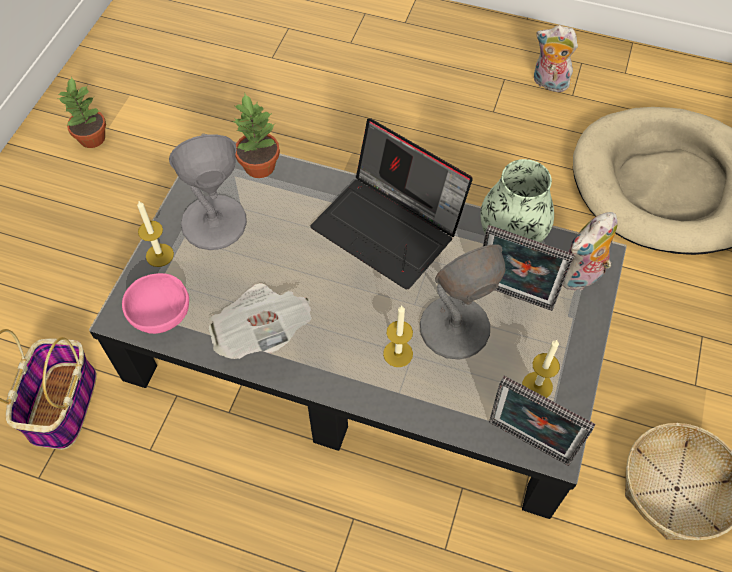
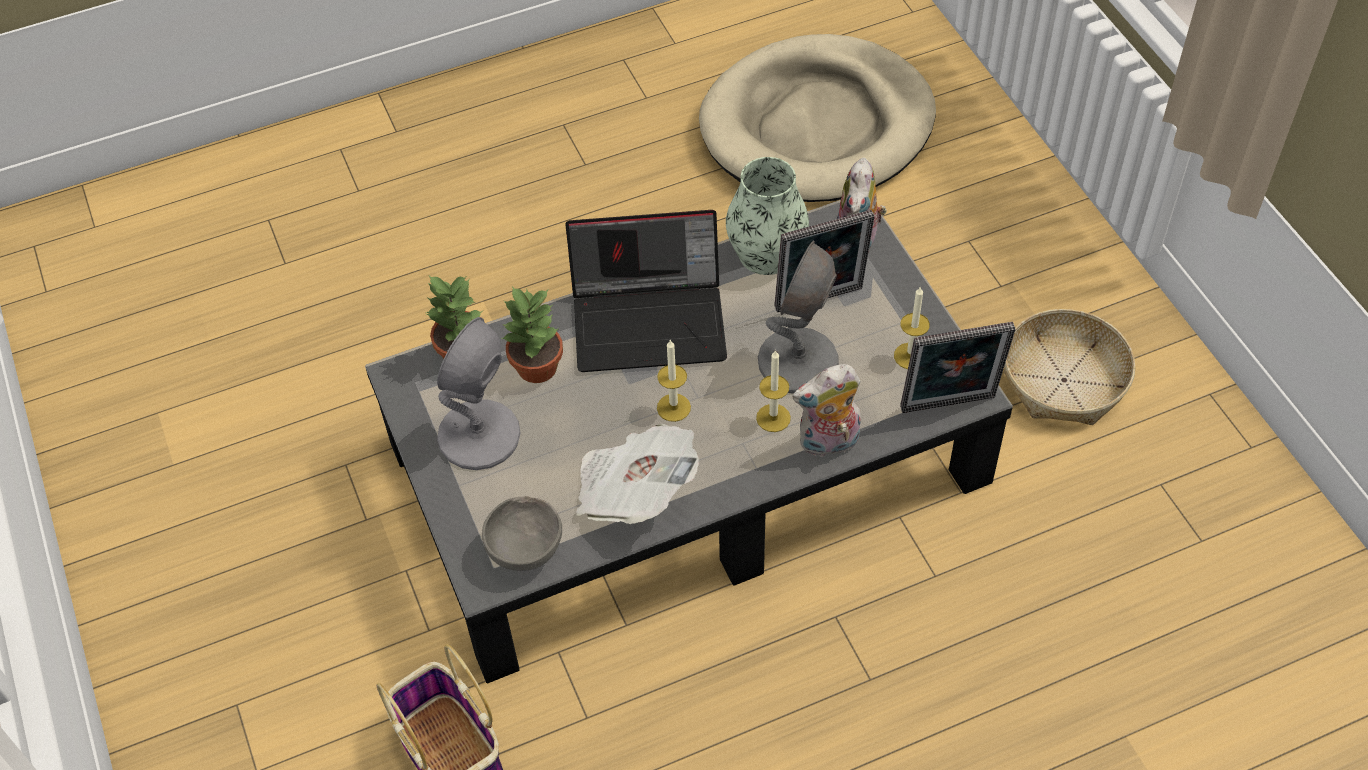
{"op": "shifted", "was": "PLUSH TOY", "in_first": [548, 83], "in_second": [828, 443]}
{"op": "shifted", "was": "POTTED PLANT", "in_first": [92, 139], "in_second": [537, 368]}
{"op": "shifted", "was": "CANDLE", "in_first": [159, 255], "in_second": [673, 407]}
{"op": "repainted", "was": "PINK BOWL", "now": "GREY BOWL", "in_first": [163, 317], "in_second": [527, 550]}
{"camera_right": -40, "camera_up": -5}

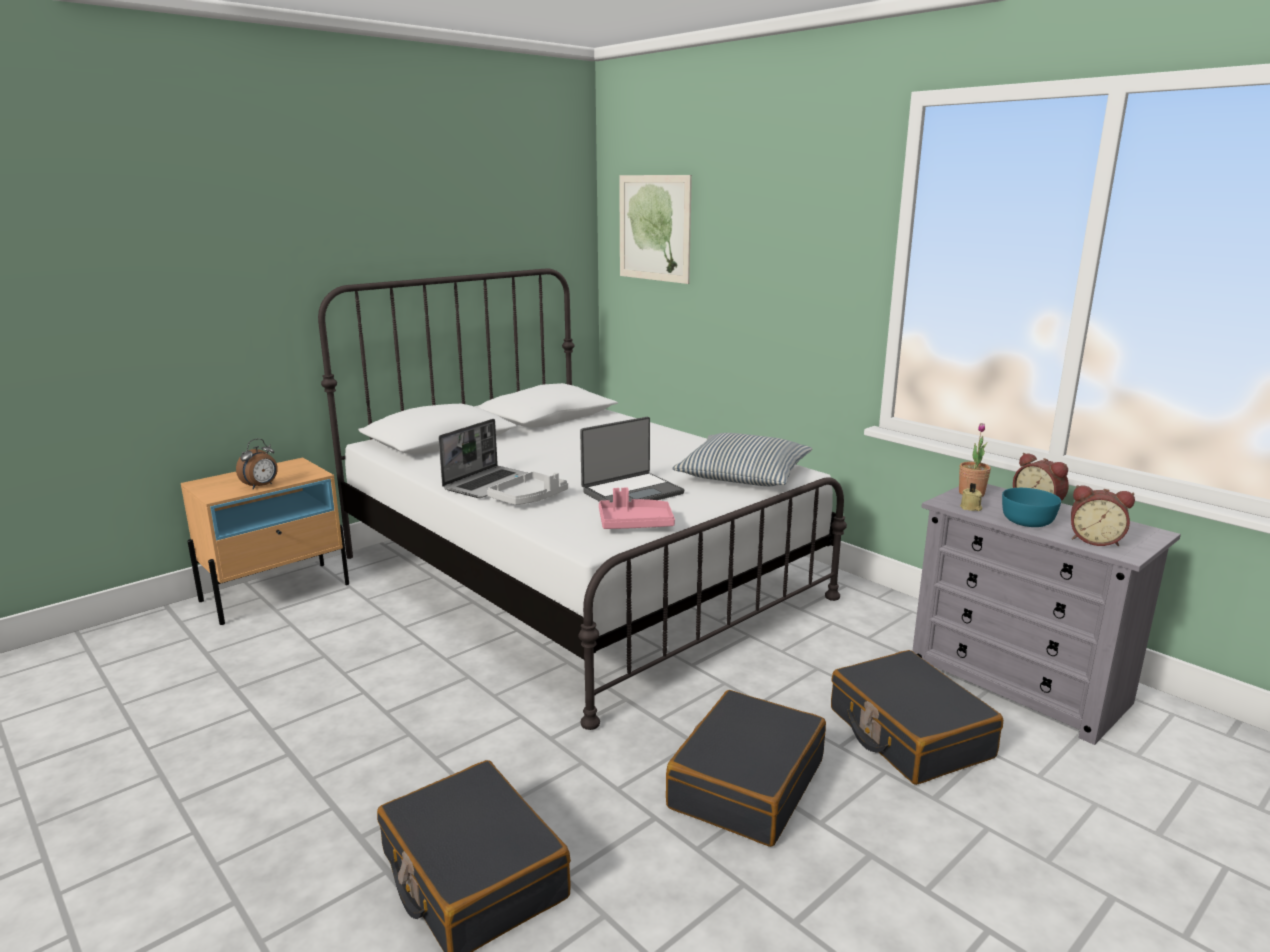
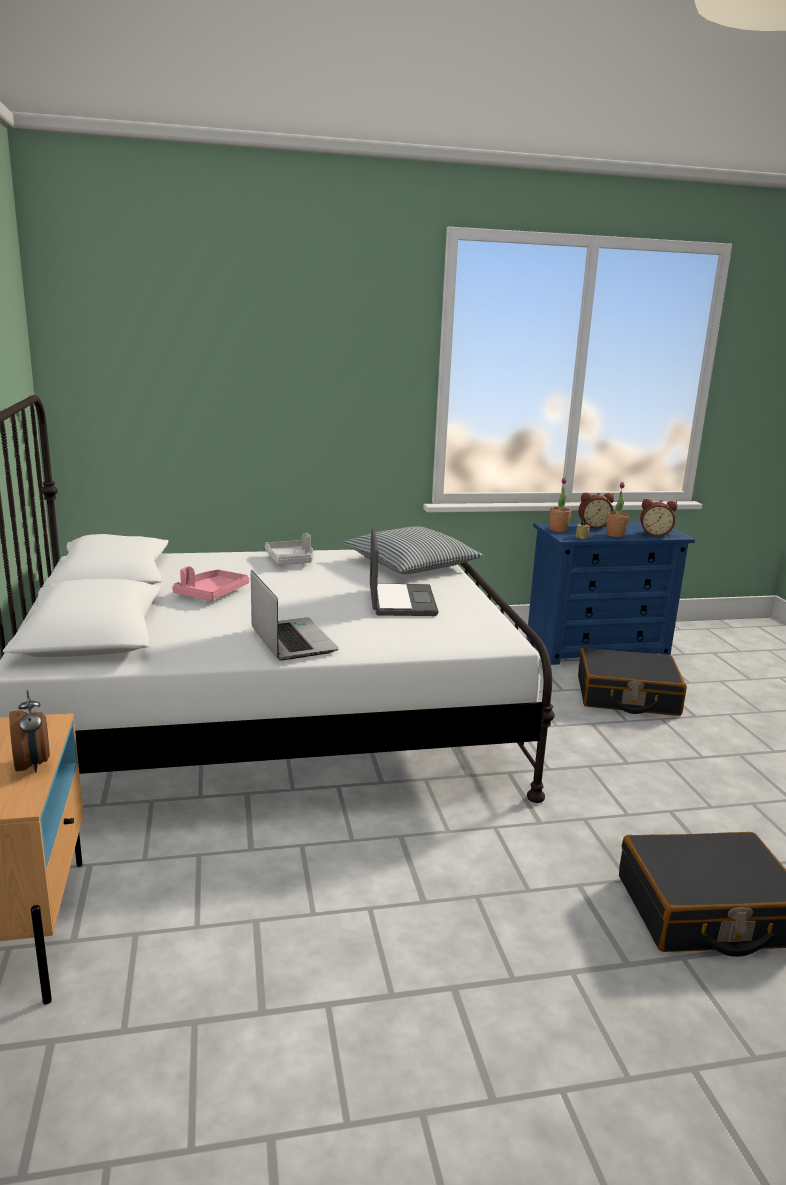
{"op": "gone", "was": "PICTURE", "in_first": [654, 228]}
{"op": "shifted", "was": "GREY TRAY", "in_first": [529, 498], "in_second": [291, 560]}
{"op": "repainted", "was": "GREY DRESSER", "now": "BLUE DRESSER", "in_first": [1019, 683], "in_second": [597, 648]}
{"op": "rotated", "was": "ALARM CLOCK", "in_first": [1095, 540], "in_second": [654, 534], "clockwise": 45}
{"op": "shifted", "was": "PINK TRAY", "in_first": [635, 524], "in_second": [211, 593]}
{"op": "swapped", "was": "TURQUOISE BOWL", "now": "POTTED PLANT", "in_first": [1027, 521], "in_second": [615, 535]}
{"op": "gone", "was": "BLACK SUITCASE", "in_first": [745, 783]}
{"camera_right": -60, "camera_up": 0}

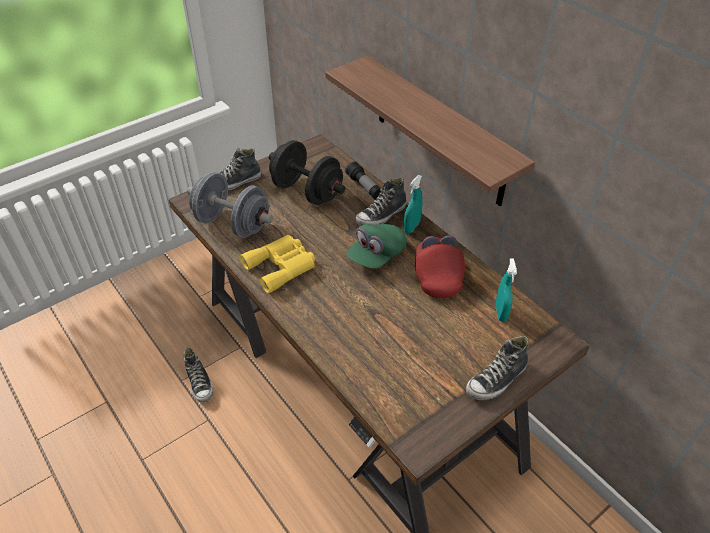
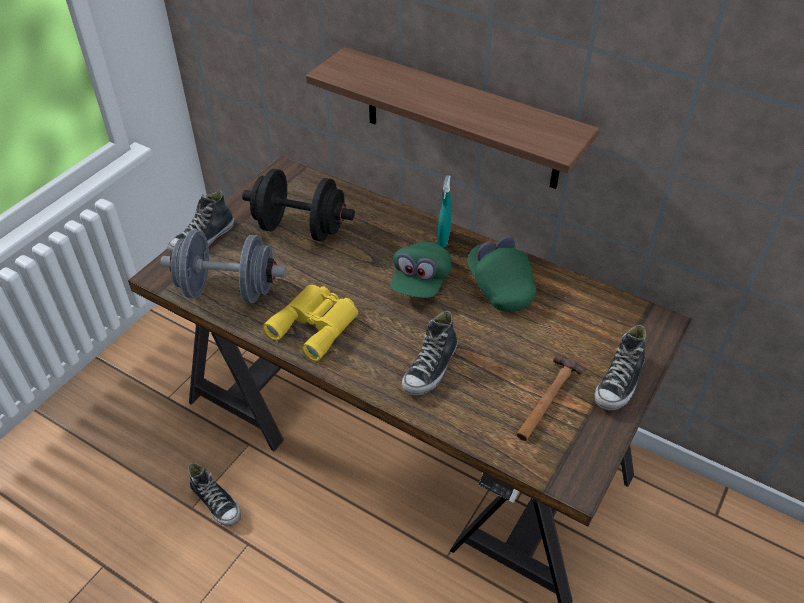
{"op": "gone", "was": "FLASHLIGHT", "in_first": [364, 187]}
{"op": "shifted", "was": "SHOE", "in_first": [381, 215], "in_second": [431, 369]}
{"op": "repainted", "was": "RED CAP", "now": "GREEN CAP", "in_first": [437, 275], "in_second": [499, 286]}
{"op": "gone", "was": "TURQUOISE SPRAY BOTTLE", "in_first": [501, 312]}
{"op": "new", "now": "HAMMER", "in_second": [546, 400]}
{"camera_right": -20, "camera_up": 0}

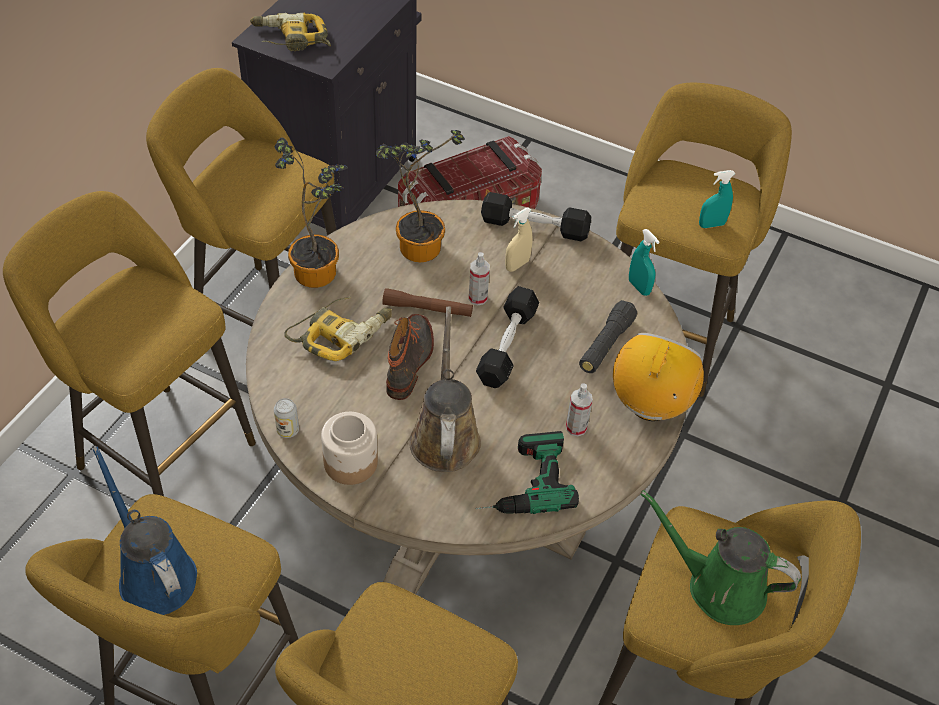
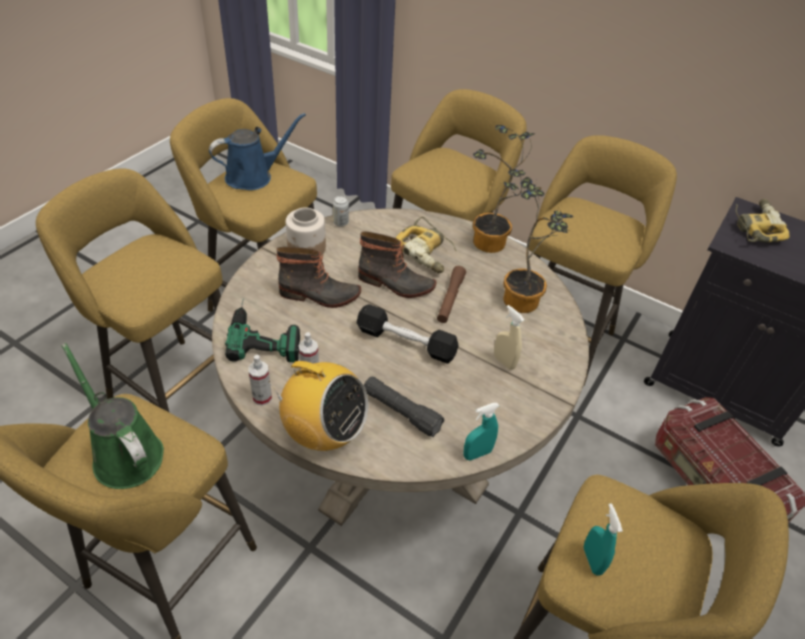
{"op": "gone", "was": "BLACK DUMBBELL", "in_first": [534, 227]}
{"op": "shifted", "was": "SPRAY BOTTLE", "in_first": [478, 298], "in_second": [262, 397]}
{"op": "swapped", "was": "BROWN WATERING CAN", "now": "BOOT", "in_first": [444, 435], "in_second": [319, 296]}
{"op": "rotated", "was": "GREEN WATERING CAN", "in_first": [718, 586], "in_second": [125, 453], "clockwise": -75}
{"camera_right": 95, "camera_up": -5}

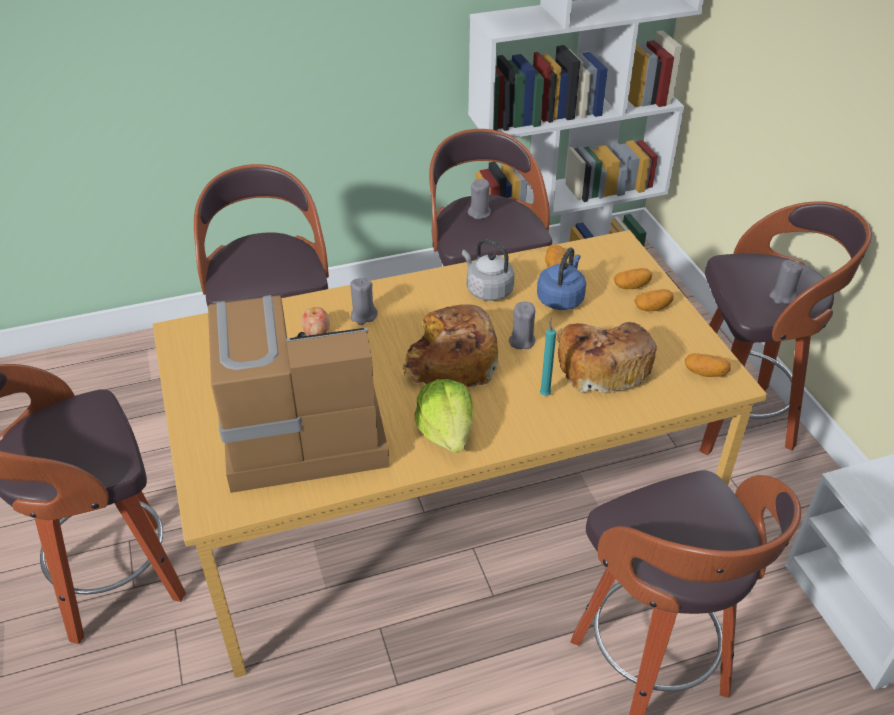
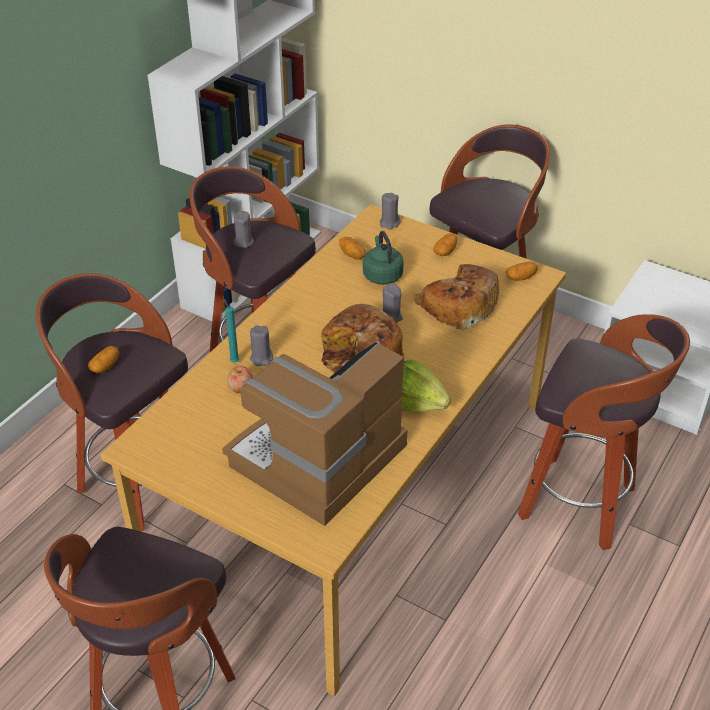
{"op": "gone", "was": "GREY KETTLE", "in_first": [487, 290]}
{"op": "repainted", "was": "BLUE KETTLE", "now": "GREEN KETTLE", "in_first": [561, 298], "in_second": [382, 275]}
{"op": "shifted", "was": "GREY CANDLE", "in_first": [782, 297], "in_second": [389, 223]}
{"op": "shifted", "was": "POTATO", "in_first": [631, 286], "in_second": [105, 366]}
{"op": "shifted", "was": "TURQUOISE CANDLE", "in_first": [545, 393], "in_second": [234, 361]}
{"camera_right": -40, "camera_up": 0}

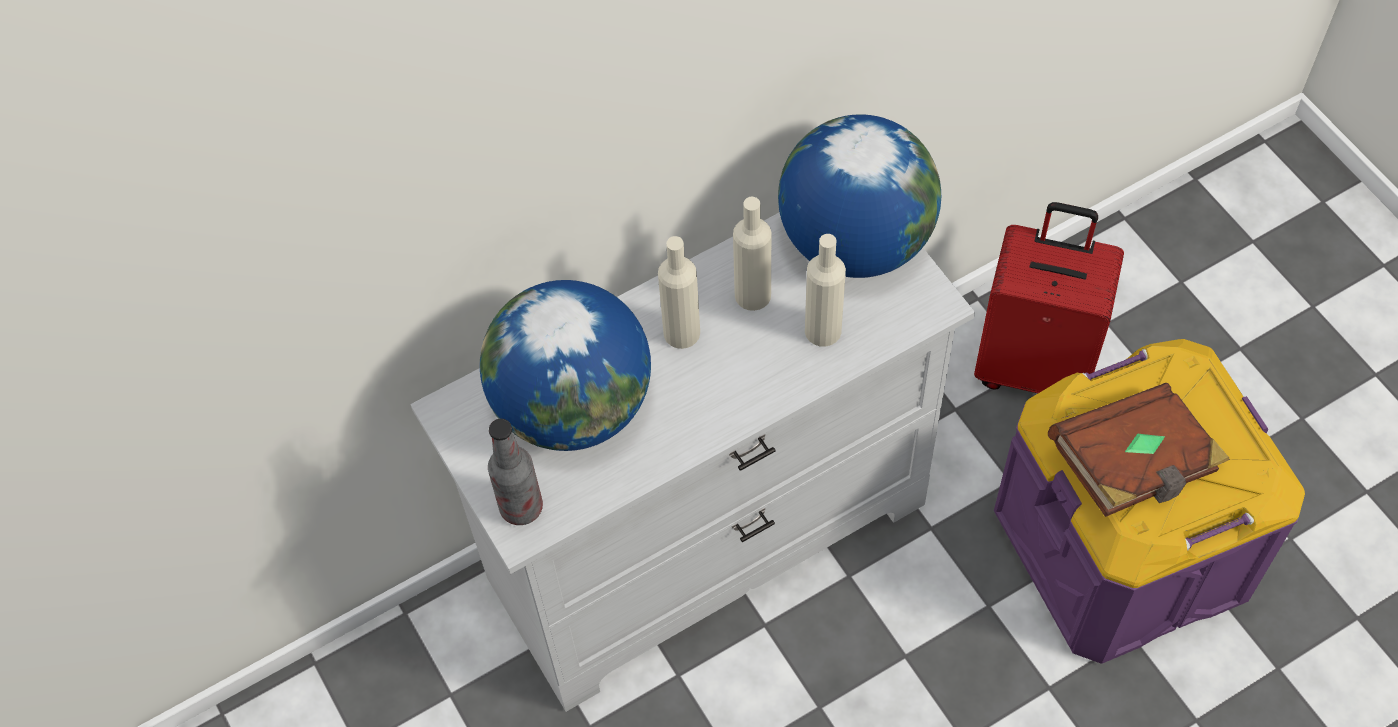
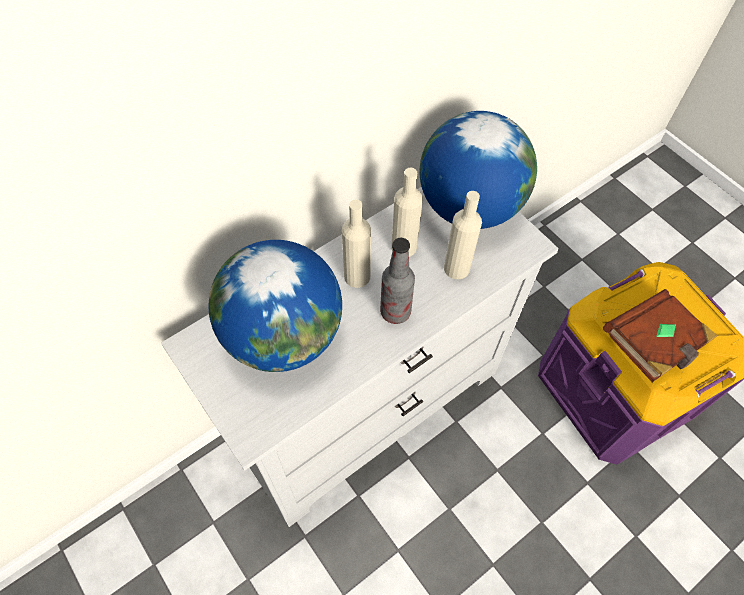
{"op": "gone", "was": "RED SUITCASE", "in_first": [1036, 365]}
{"op": "shifted", "was": "BOTTLE", "in_first": [521, 507], "in_second": [395, 312]}
{"camera_right": -10, "camera_up": 0}

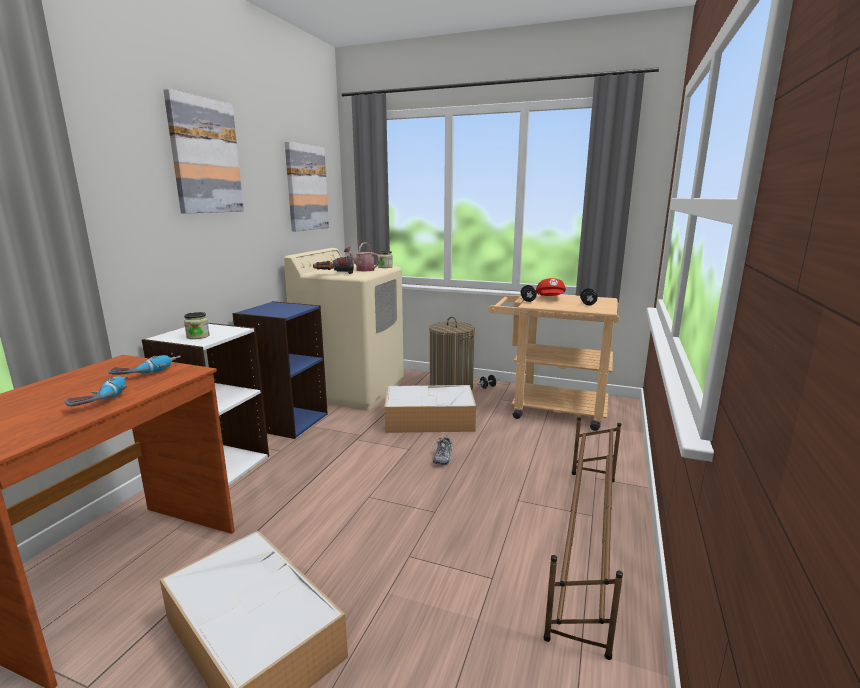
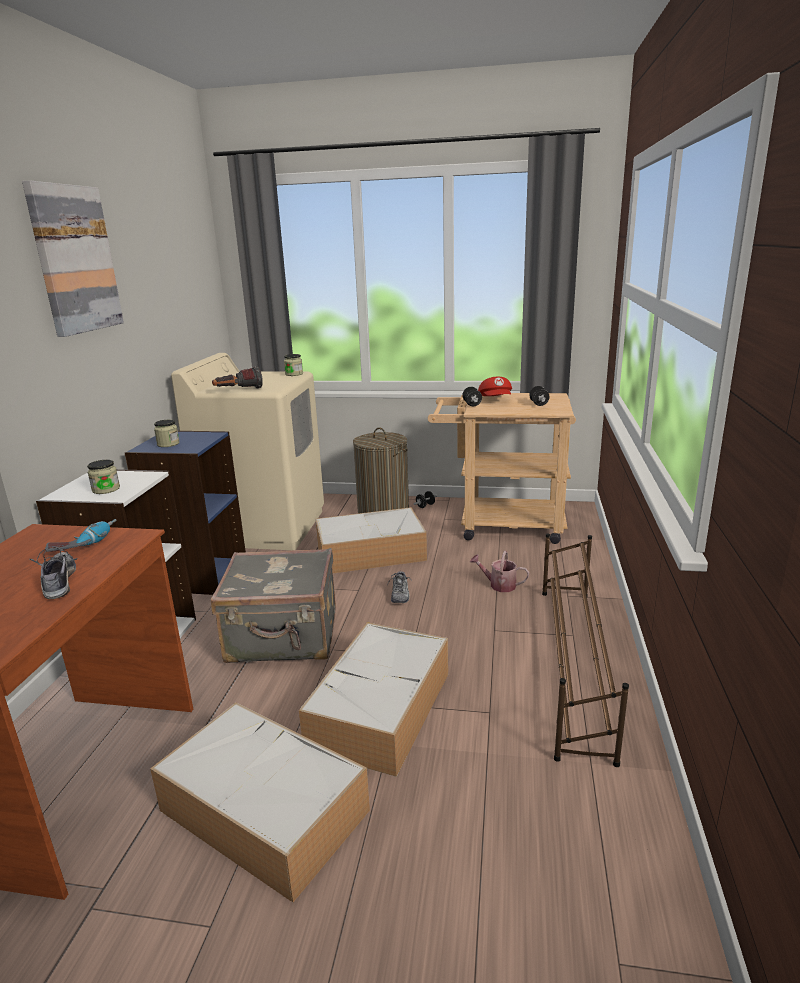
{"op": "gone", "was": "PICTURE", "in_first": [306, 188]}
{"op": "shifted", "was": "WATERING CAN", "in_first": [363, 269], "in_second": [499, 585]}
{"op": "swapped", "was": "POWER DRILL", "now": "SHOE", "in_first": [103, 398], "in_second": [59, 582]}
{"op": "new", "now": "JAR", "in_second": [168, 444]}
{"op": "new", "now": "GREY SUITCASE", "in_second": [283, 637]}
{"op": "new", "now": "STORAGE BOX", "in_second": [380, 711]}
{"camera_right": -10, "camera_up": 5}

